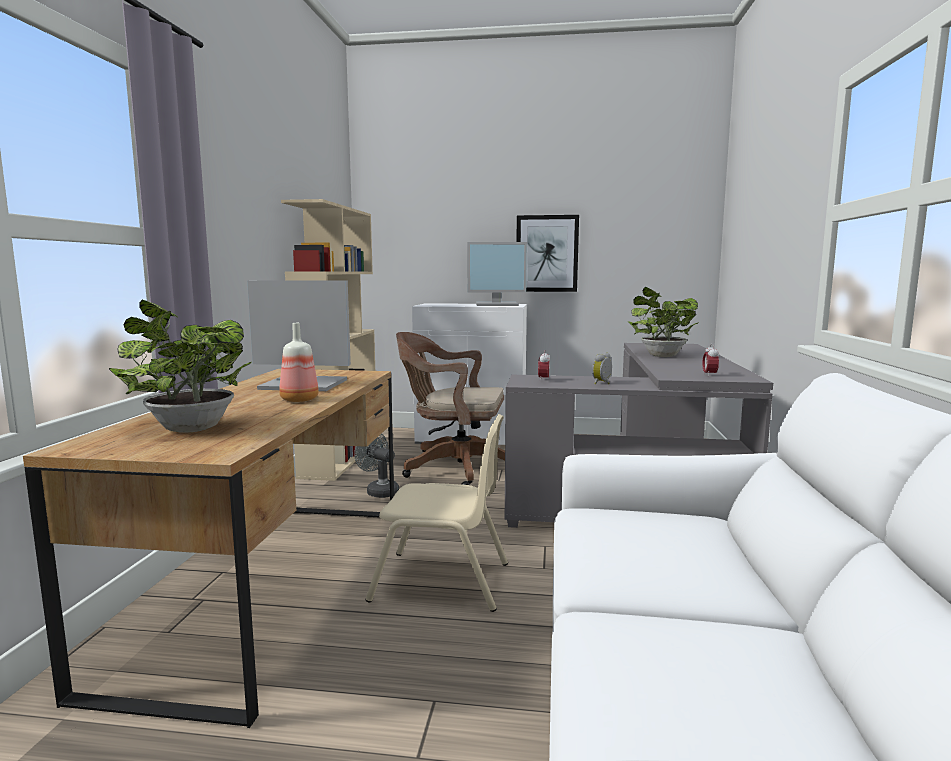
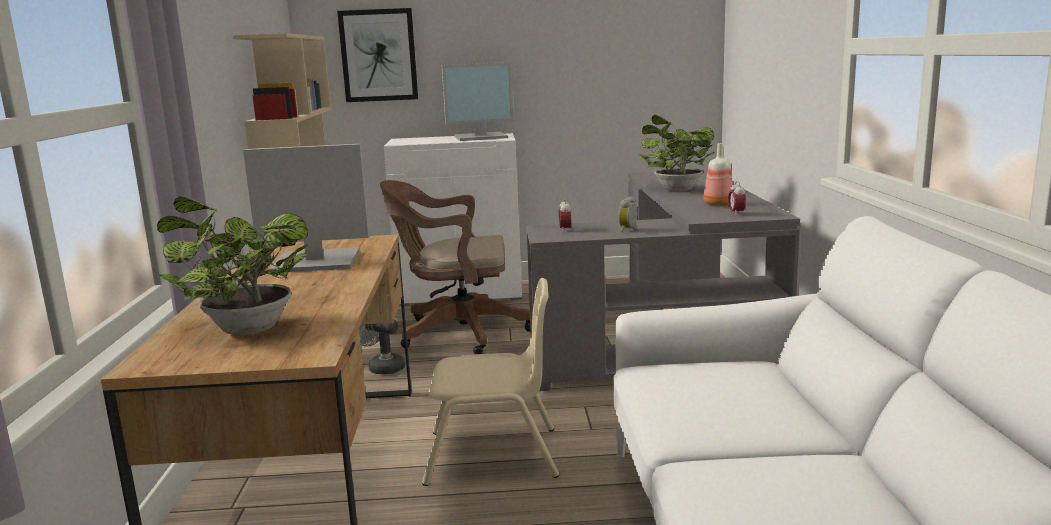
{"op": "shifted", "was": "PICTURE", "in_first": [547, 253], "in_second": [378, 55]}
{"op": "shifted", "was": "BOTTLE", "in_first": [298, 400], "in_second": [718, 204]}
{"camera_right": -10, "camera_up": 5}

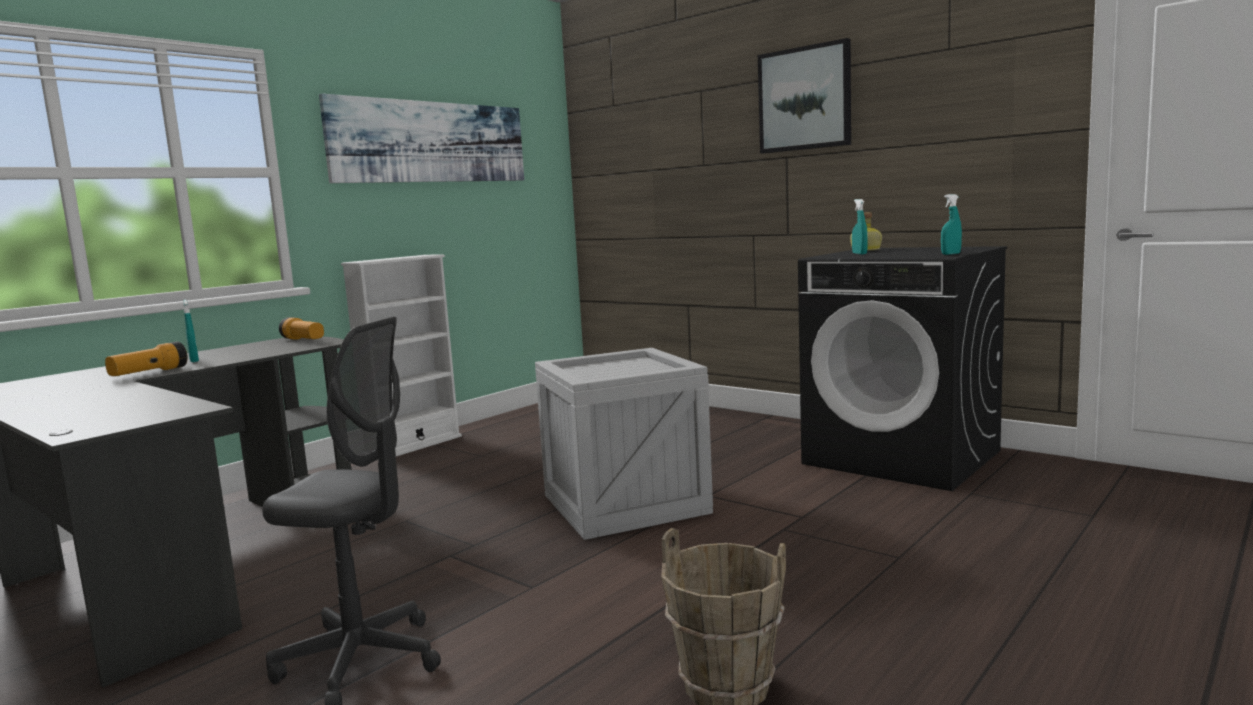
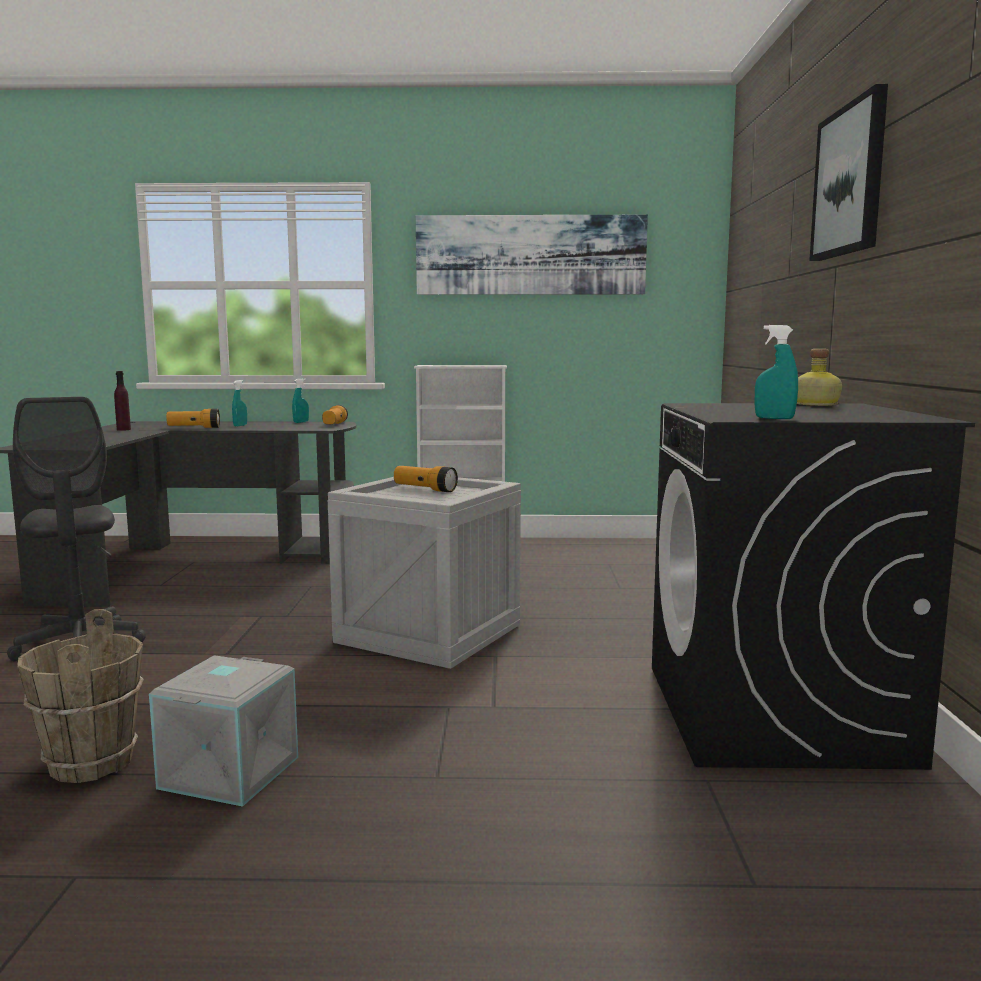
{"op": "shifted", "was": "TURQUOISE SPRAY BOTTLE", "in_first": [859, 254], "in_second": [301, 422]}
{"op": "new", "now": "PURPLE BOTTLE", "in_second": [123, 429]}
{"op": "new", "now": "FLASHLIGHT", "in_second": [425, 489]}
{"op": "new", "now": "GREY STORAGE BOX", "in_second": [231, 773]}
{"camera_right": 50, "camera_up": 0}

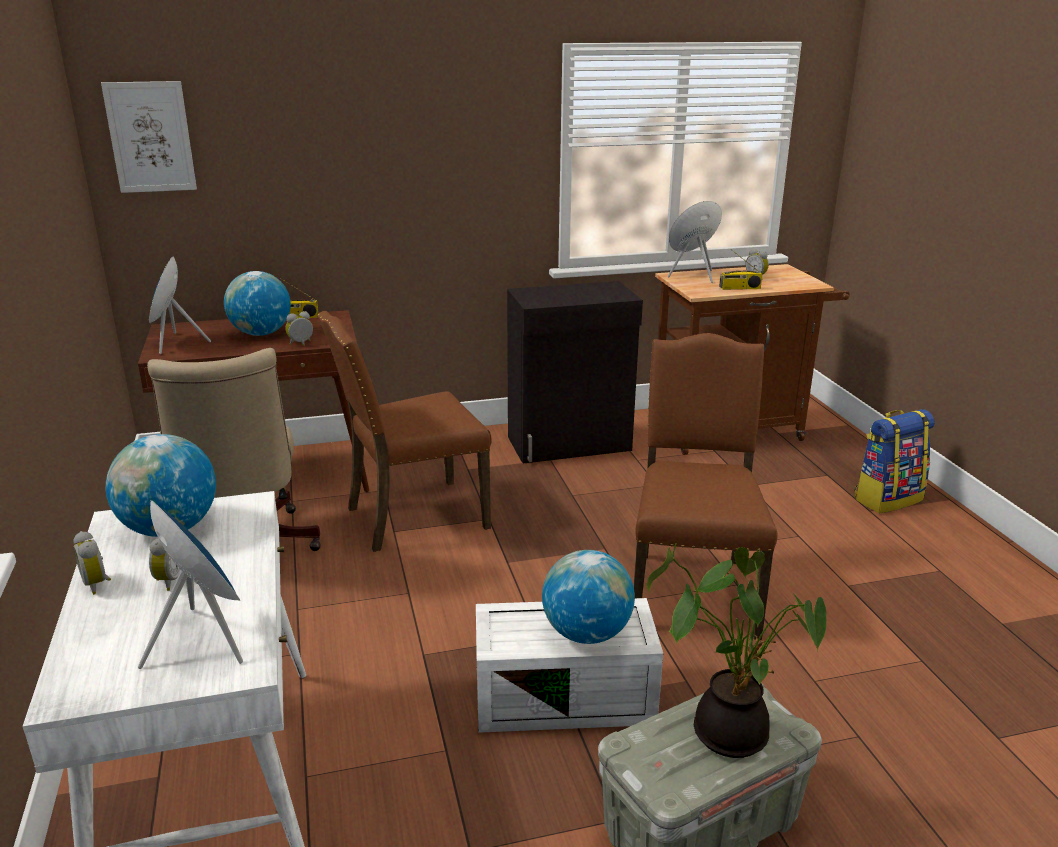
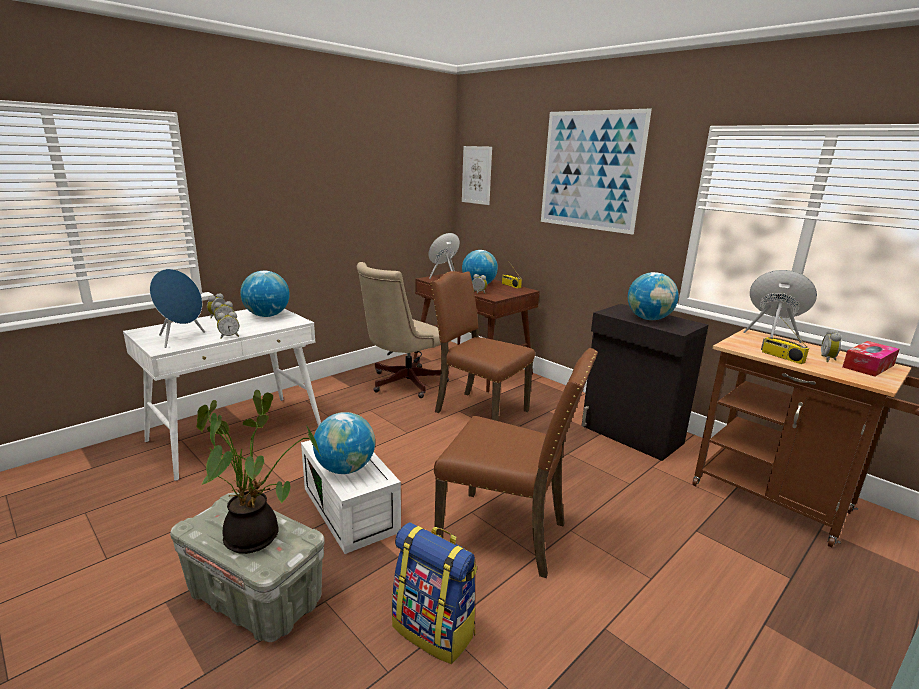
{"op": "rotated", "was": "BROWN CHAIR", "in_first": [692, 590], "in_second": [506, 534], "clockwise": 45}
{"op": "shifted", "was": "BACKPACK", "in_first": [887, 498], "in_second": [435, 629]}
{"op": "new", "now": "PICTURE", "in_second": [590, 171]}
{"op": "new", "now": "GLOBE", "in_second": [649, 319]}
{"op": "new", "now": "ALARM CLOCK", "in_second": [229, 336]}
{"op": "new", "now": "TISSUE BOX", "in_second": [868, 366]}
{"camera_right": 60, "camera_up": -5}

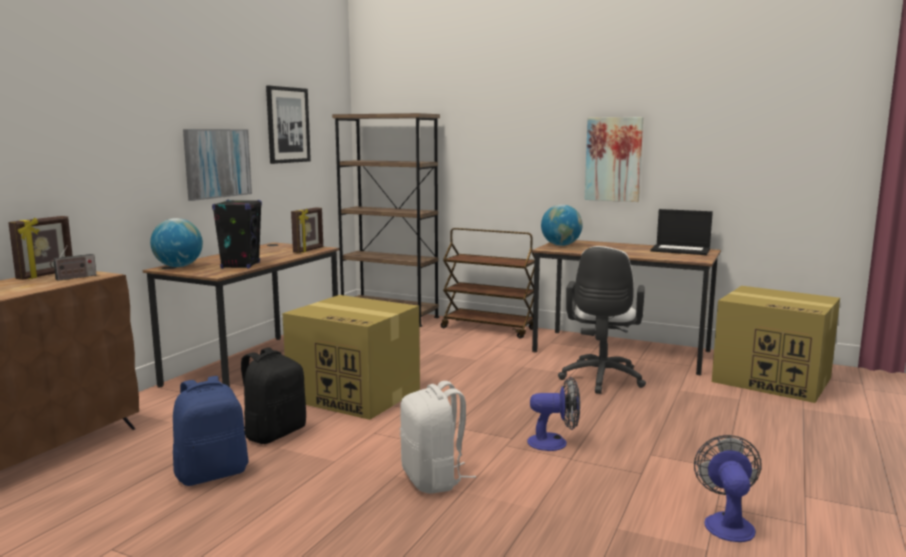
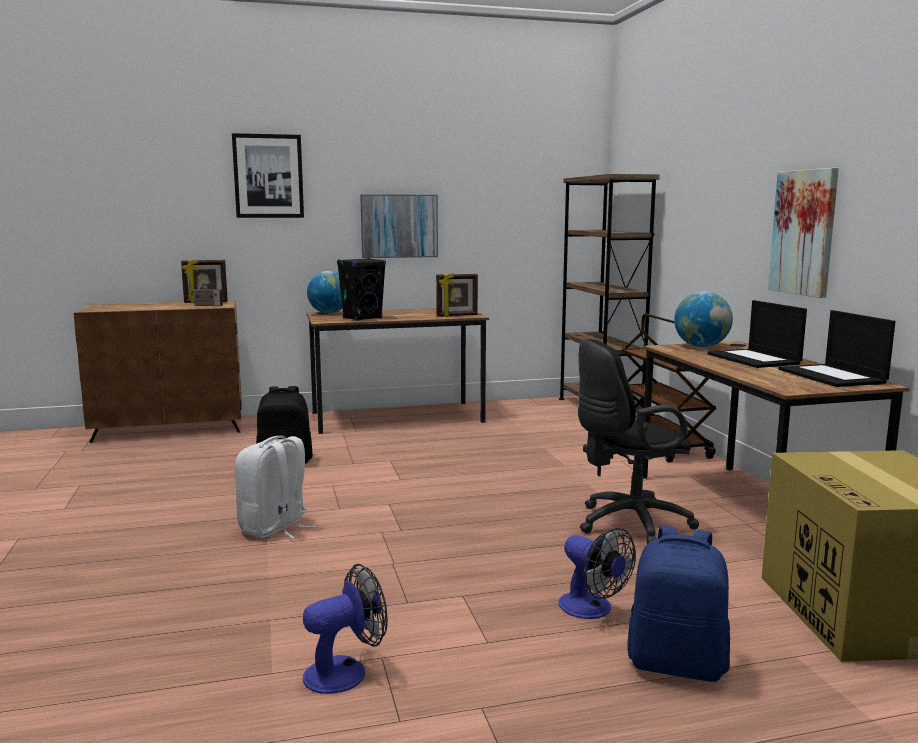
{"op": "shifted", "was": "PICTURE", "in_first": [287, 125], "in_second": [268, 176]}
{"op": "repainted", "was": "WHITE OFFICE CHAIR", "now": "BLACK OFFICE CHAIR", "in_first": [601, 380], "in_second": [627, 524]}
{"op": "gone", "was": "CARDBOARD BOX", "in_first": [356, 394]}
{"op": "shifted", "was": "BLUE BACKPACK", "in_first": [212, 473], "in_second": [677, 664]}
{"op": "shifted", "was": "FAN", "in_first": [554, 442], "in_second": [592, 609]}
{"op": "new", "now": "LAPTOP", "in_second": [754, 359]}
{"camera_right": 50, "camera_up": 0}

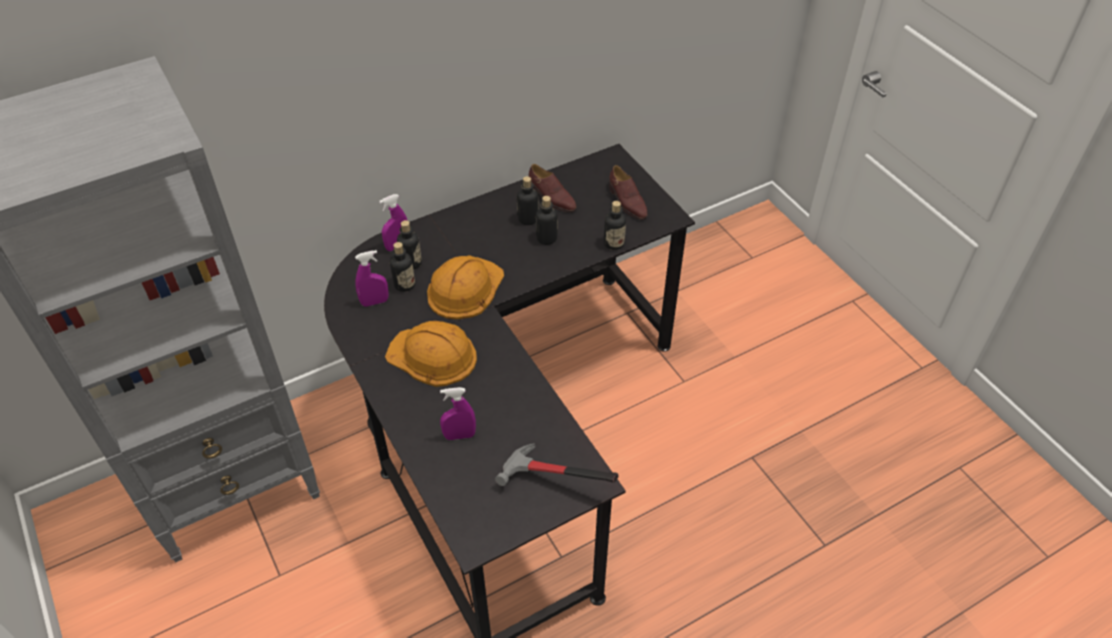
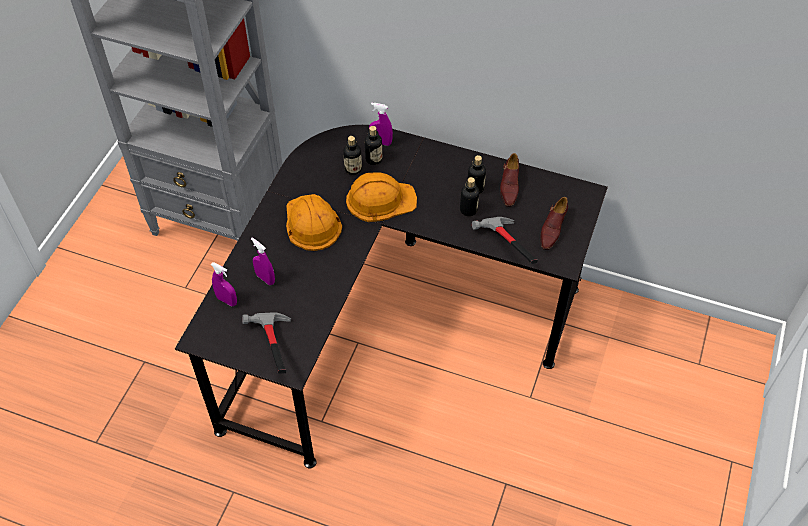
{"op": "swapped", "was": "BOTTLE", "now": "HAMMER", "in_first": [614, 243], "in_second": [503, 248]}
{"op": "shifted", "was": "PURPLE SPRAY BOTTLE", "in_first": [375, 302], "in_second": [227, 300]}
{"camera_right": 50, "camera_up": 5}

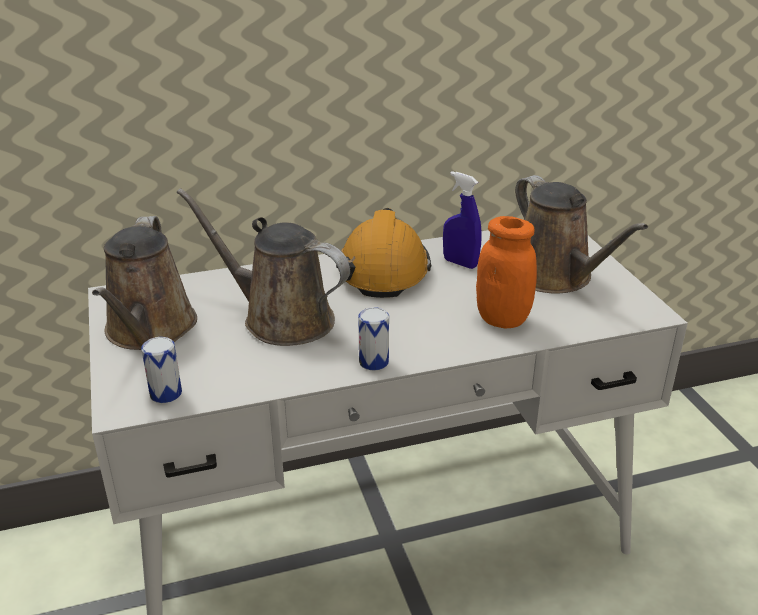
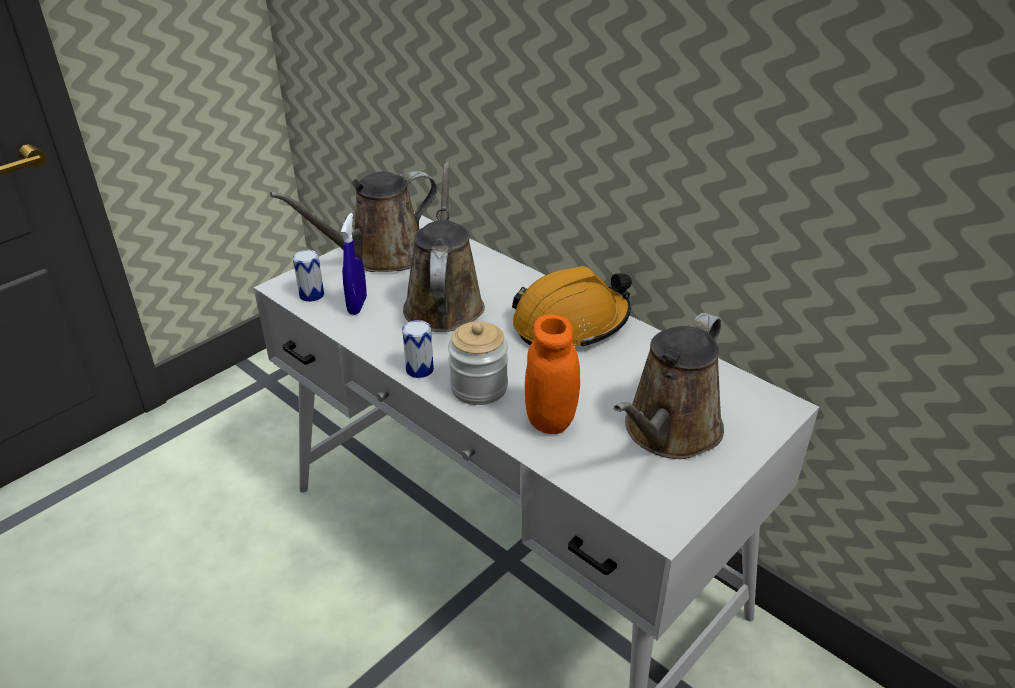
{"op": "shifted", "was": "BLUE SPRAY BOTTLE", "in_first": [460, 263], "in_second": [357, 305]}
{"op": "new", "now": "JAR", "in_second": [479, 387]}
{"camera_right": 60, "camera_up": 5}

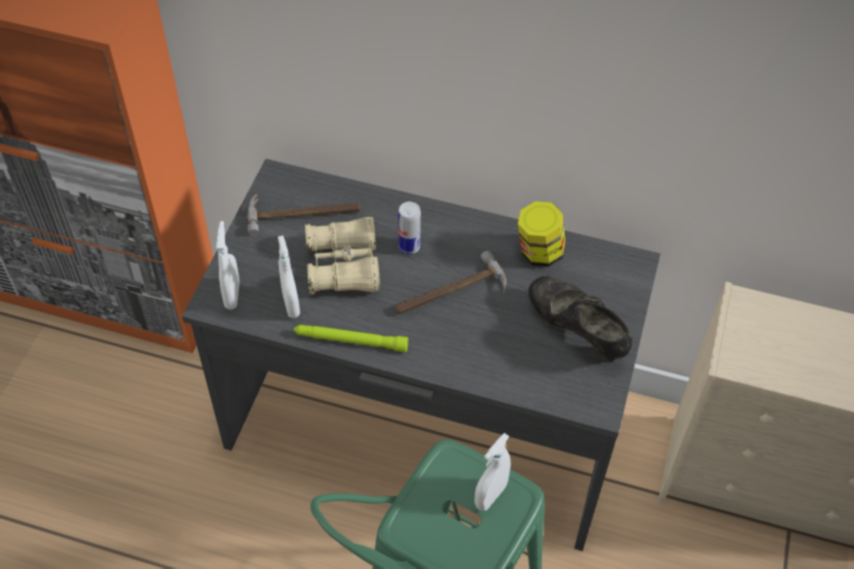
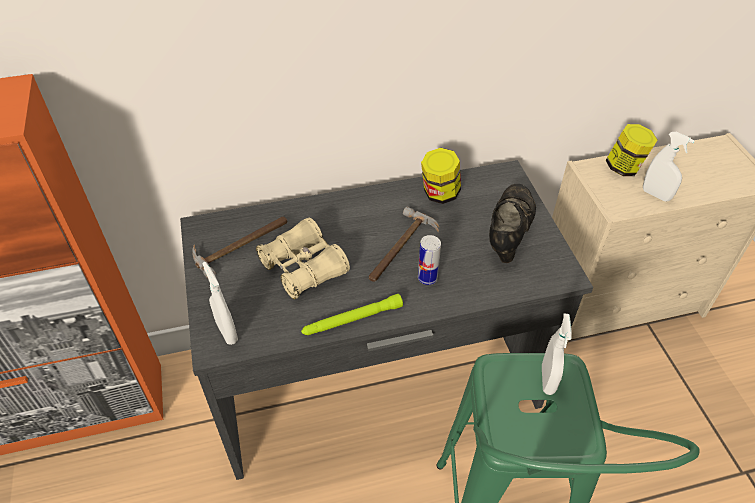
{"op": "shifted", "was": "CAN", "in_first": [409, 246], "in_second": [427, 278]}
{"op": "shifted", "was": "WHITE SPRAY BOTTLE", "in_first": [291, 304], "in_second": [656, 195]}
{"op": "rotated", "was": "BLACK SHOE", "in_first": [576, 331], "in_second": [508, 233], "clockwise": 90}
{"op": "new", "now": "JAR", "in_second": [624, 168]}
{"camera_right": -30, "camera_up": -5}

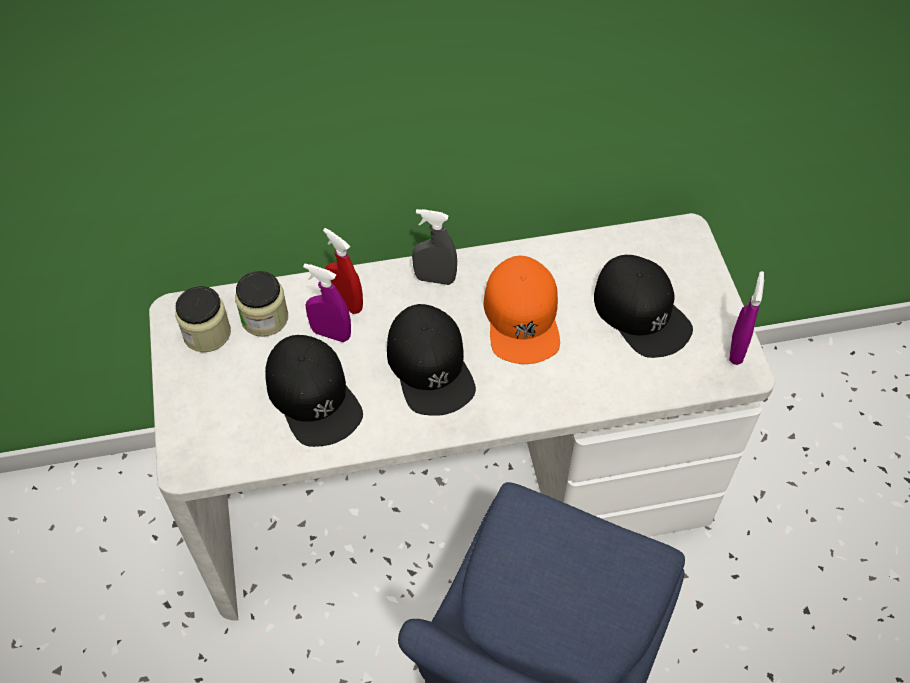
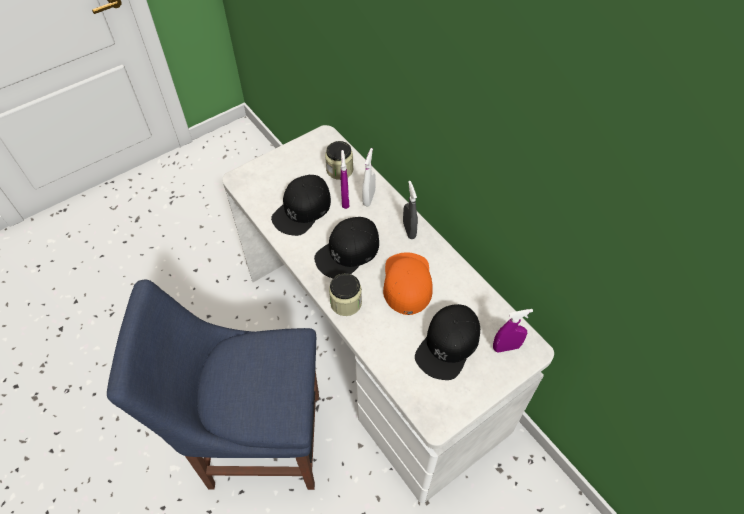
{"op": "repainted", "was": "RED SPRAY BOTTLE", "now": "WHITE SPRAY BOTTLE", "in_first": [346, 303], "in_second": [369, 198]}
{"op": "rotated", "was": "ORANGE CAP", "in_first": [522, 317], "in_second": [407, 282], "clockwise": 120}
{"op": "shifted", "was": "PURPLE SPRAY BOTTLE", "in_first": [736, 349], "in_second": [506, 347]}
{"op": "shifted", "was": "JAR", "in_first": [207, 333], "in_second": [346, 303]}
{"camera_right": 65, "camera_up": 0}

